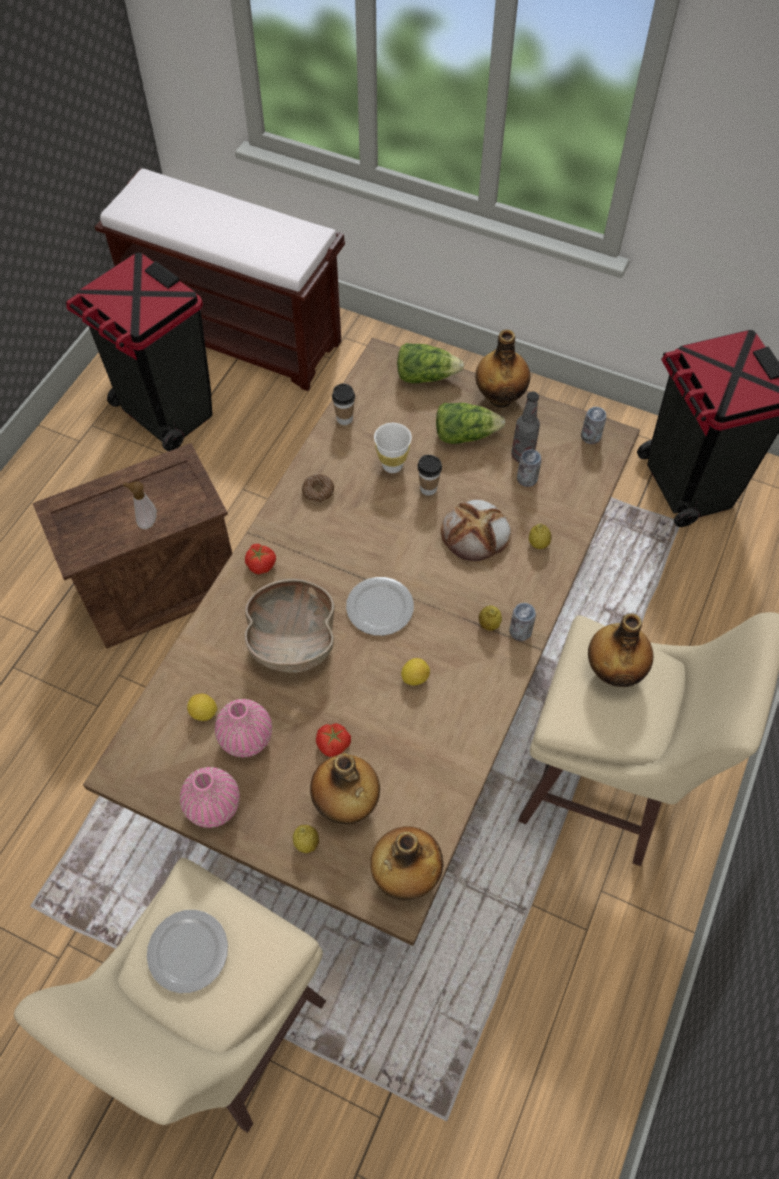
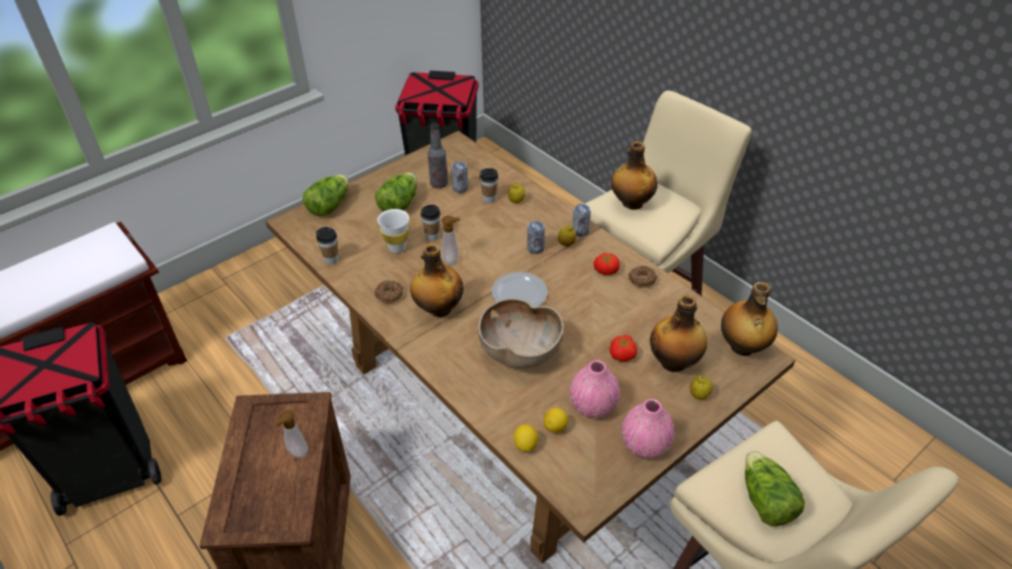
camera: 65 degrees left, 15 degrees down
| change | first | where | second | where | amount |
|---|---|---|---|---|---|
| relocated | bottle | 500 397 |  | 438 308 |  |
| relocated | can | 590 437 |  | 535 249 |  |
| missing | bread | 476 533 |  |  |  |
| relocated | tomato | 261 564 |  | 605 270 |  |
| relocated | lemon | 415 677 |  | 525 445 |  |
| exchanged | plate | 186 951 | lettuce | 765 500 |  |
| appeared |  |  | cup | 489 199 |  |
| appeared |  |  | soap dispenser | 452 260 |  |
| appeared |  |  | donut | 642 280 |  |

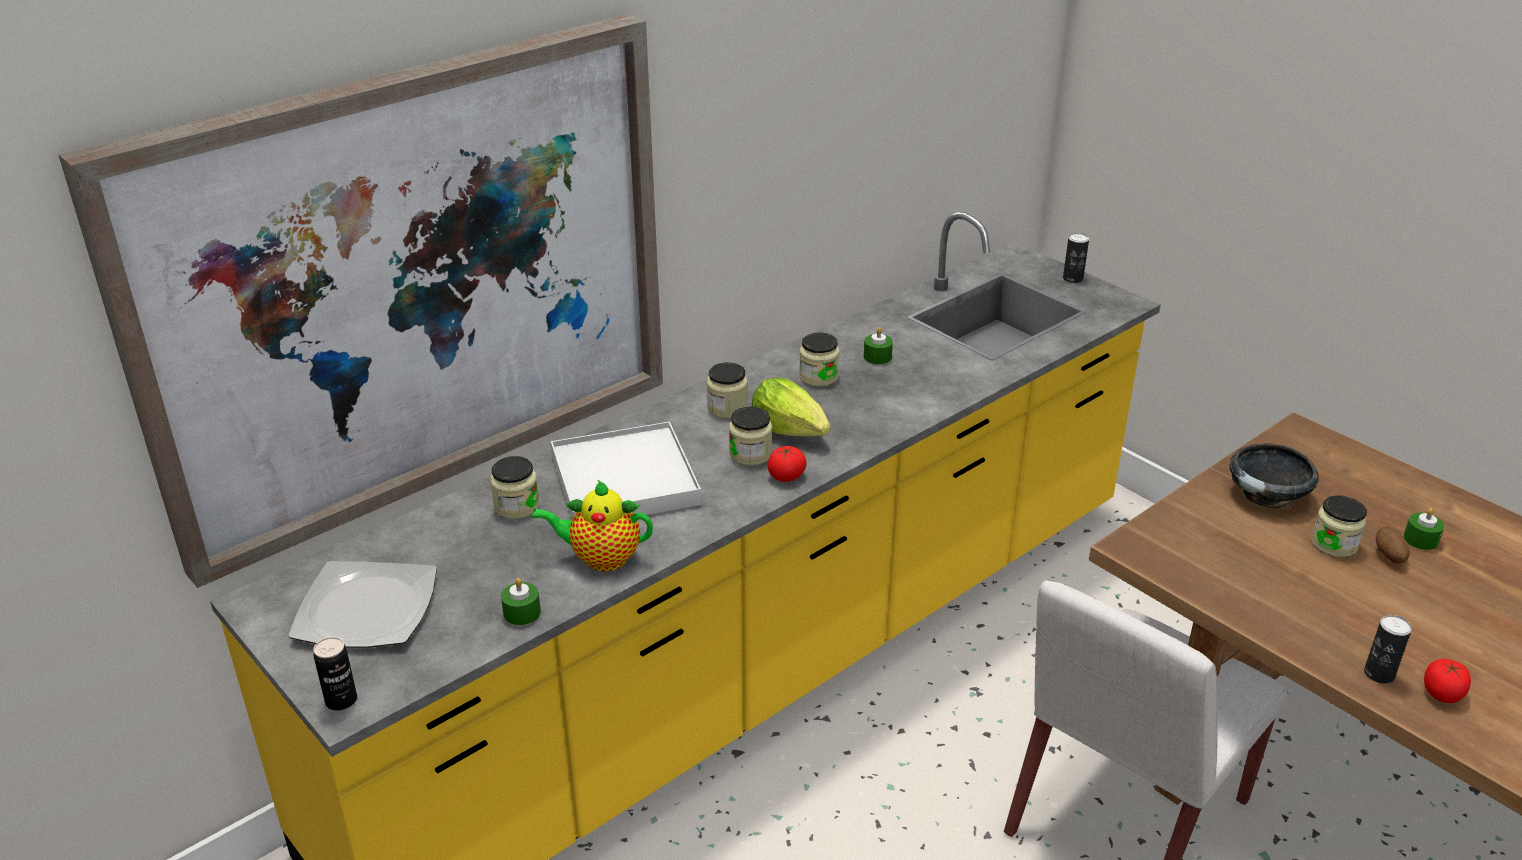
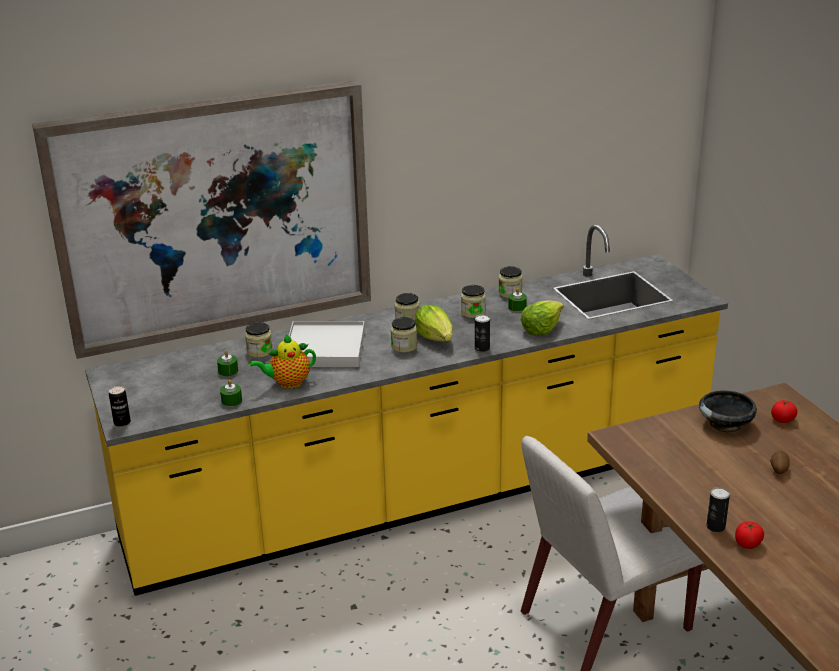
camera: 20 degrees right, 5 degrees down
| change | first | where | second | where | amount |
|---|---|---|---|---|---|
| relocated | can | 1072 279 |  | 482 348 |  |
| relocated | tomato | 786 476 |  | 782 420 |  |
| spun | teapot | 601 558 |  | 287 383 | 45 degrees counterclockwise |
| relocated | jar | 1334 544 |  | 510 293 |  |
| relocated | candle in green | 1420 539 |  | 228 371 |  |
| missing | plate | 367 610 |  |  |  |
| appeared |  |  | lettuce | 541 329 |  |

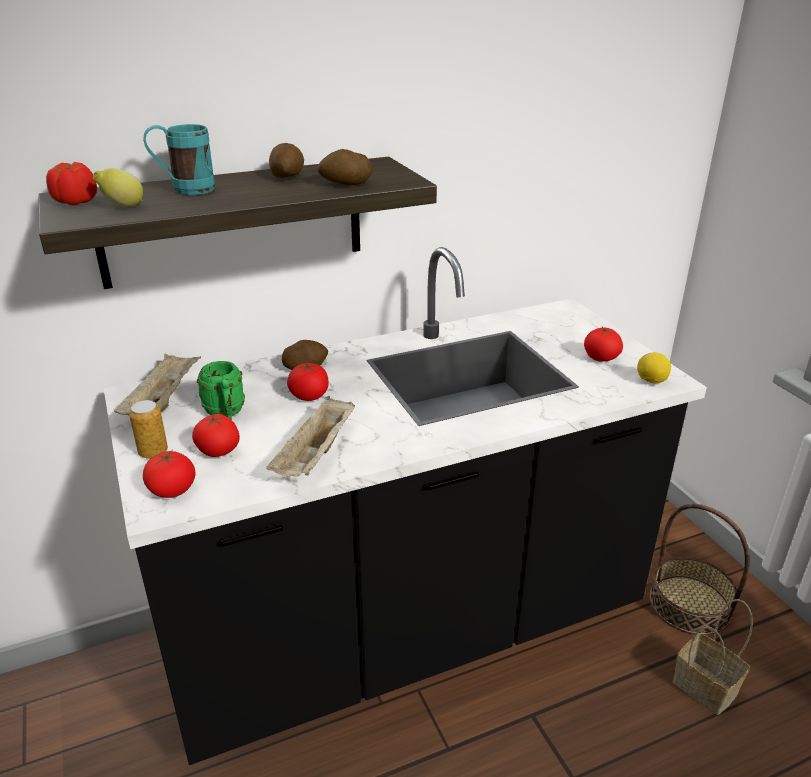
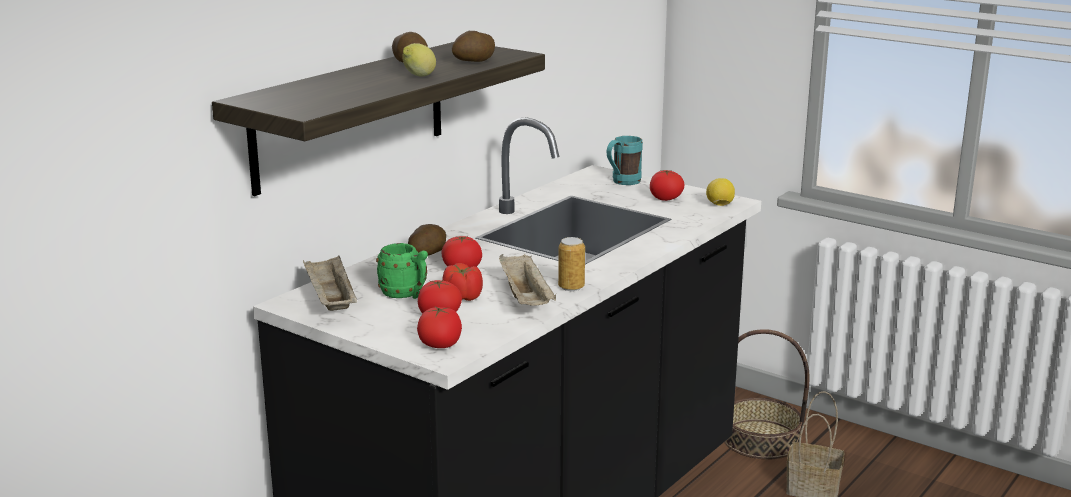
camera: 30 degrees left, 10 degrees down
| change | first | where | second | where | amount |
|---|---|---|---|---|---|
| relocated | mug in turquoise | 184 190 |  | 621 182 |  |
| relocated | tomato | 76 202 |  | 463 297 |  |
| relocated | lemon | 122 207 |  | 418 77 |  |
| relocated | can | 153 452 |  | 571 287 |  |

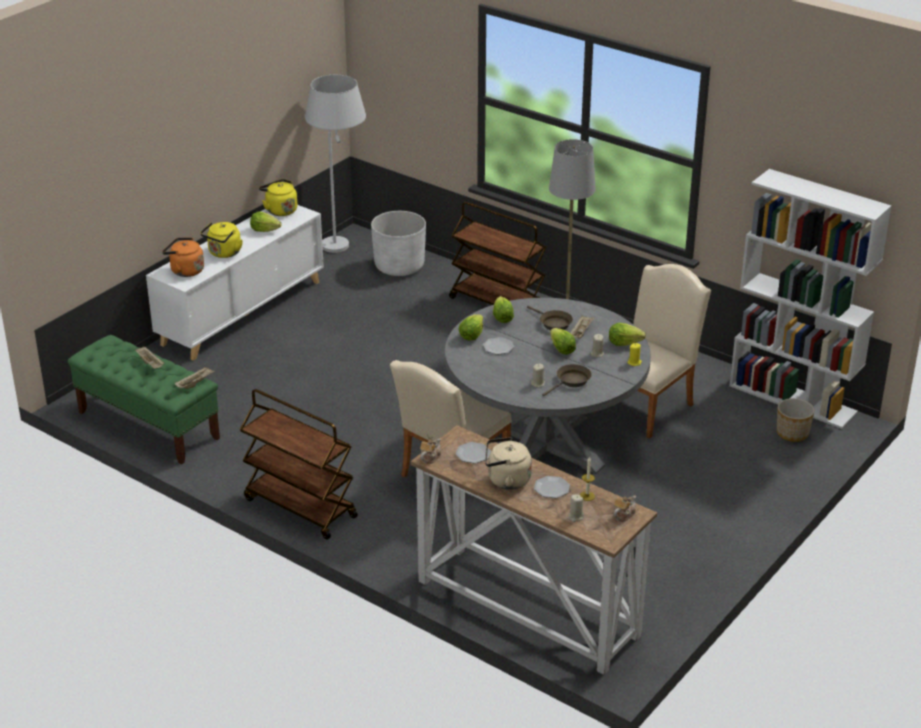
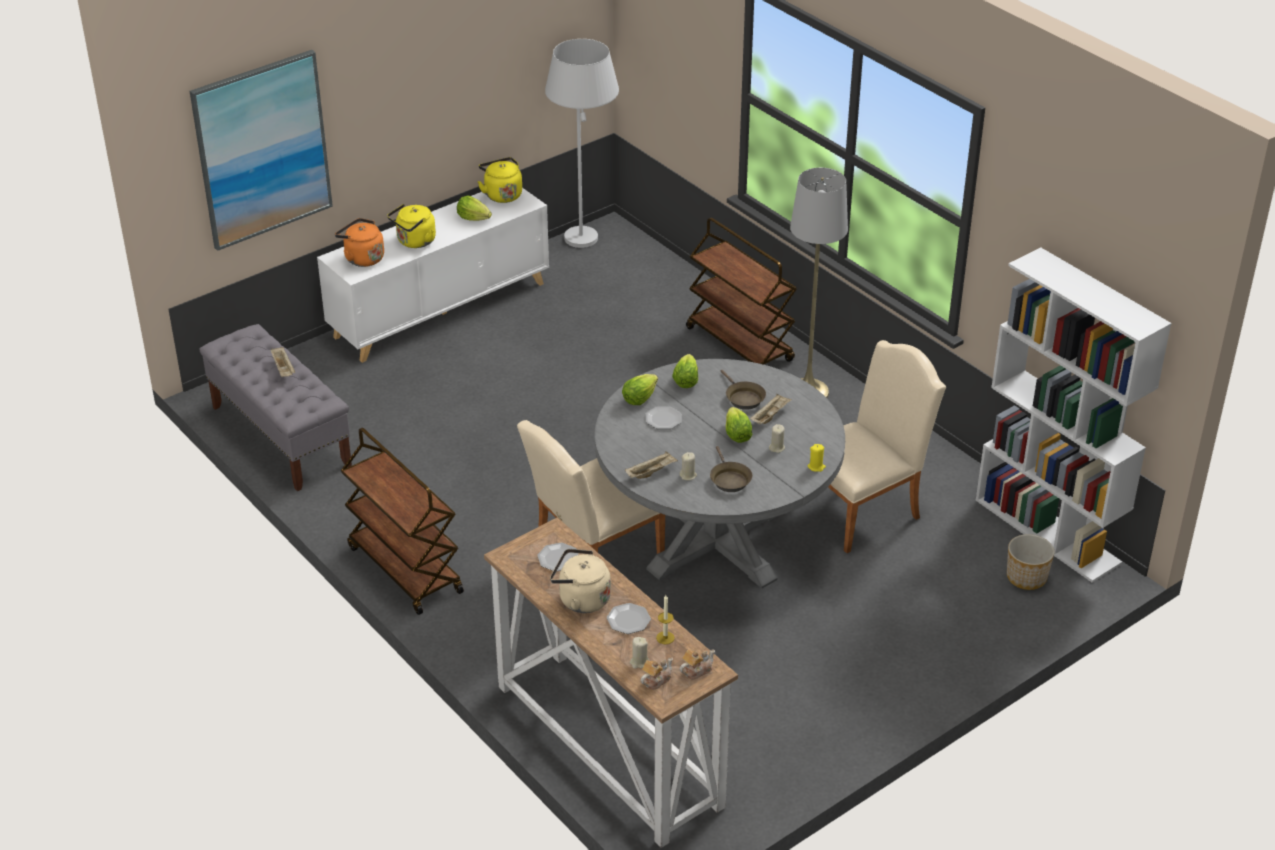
camera: 15 degrees right, 5 degrees up
| change | first | where | second | where | amount |
|---|---|---|---|---|---|
| missing | planter in white | 399 266 |  |  |  |
| missing | lettuce | 624 343 |  |  |  |
| colour | bench in green | 148 425 | bench in grey | 280 436 |  |
| spun | frying pan in brown | 571 381 |  | 729 479 | 105 degrees clockwise |
| relocated | tray in beige | 195 383 |  | 651 472 |  |
| relocated | teapot | 430 457 |  | 656 680 |  |
| appeared |  |  | picture | 262 149 |  |

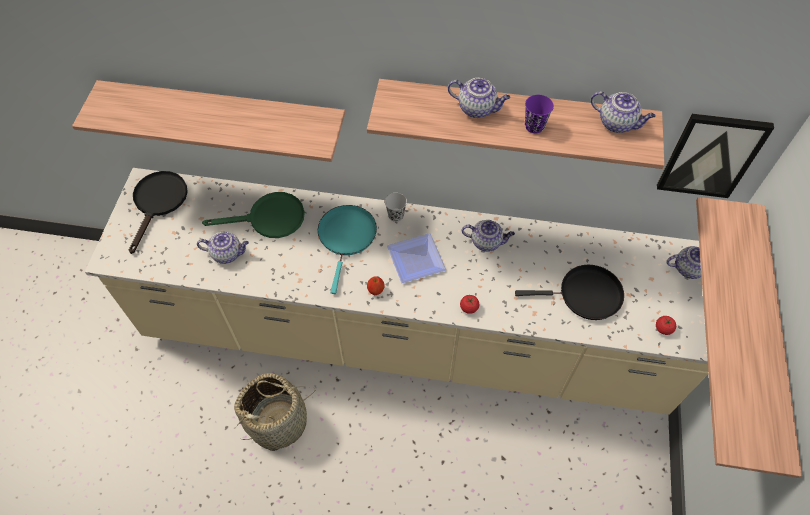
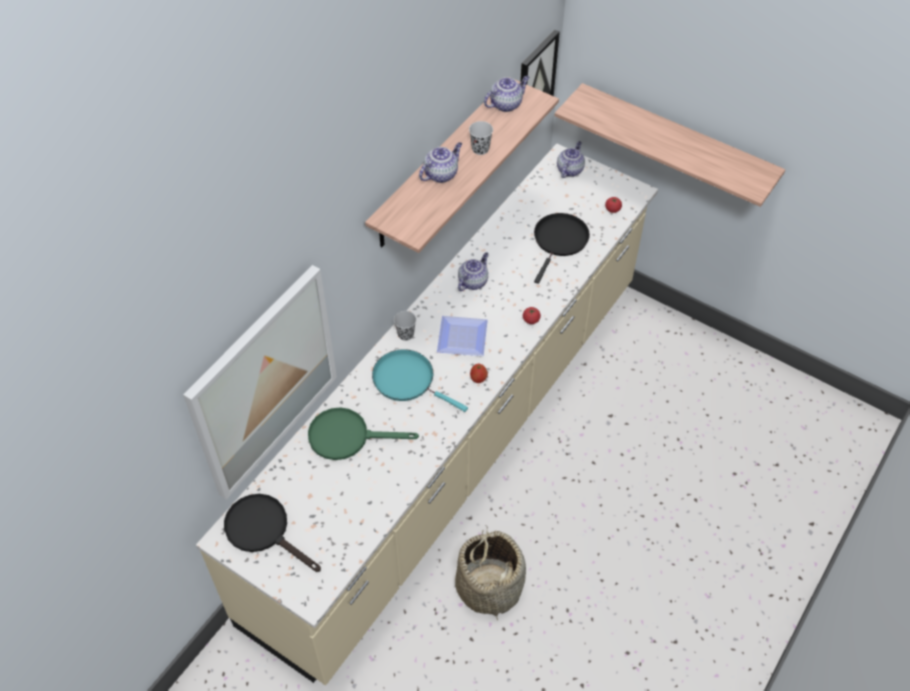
camera: 65 degrees left, 5 degrees down
| change | first | where | second | where | amount |
|---|---|---|---|---|---|
| exchanged | shelf | 224 113 | picture | 264 382 |  |
| colour | cup in purple | 534 126 | cup in black | 480 149 |  |
| spun | frying pan in green | 269 219 |  | 347 436 | 105 degrees counterclockwise |
| missing | teapot | 227 253 |  |  |  |

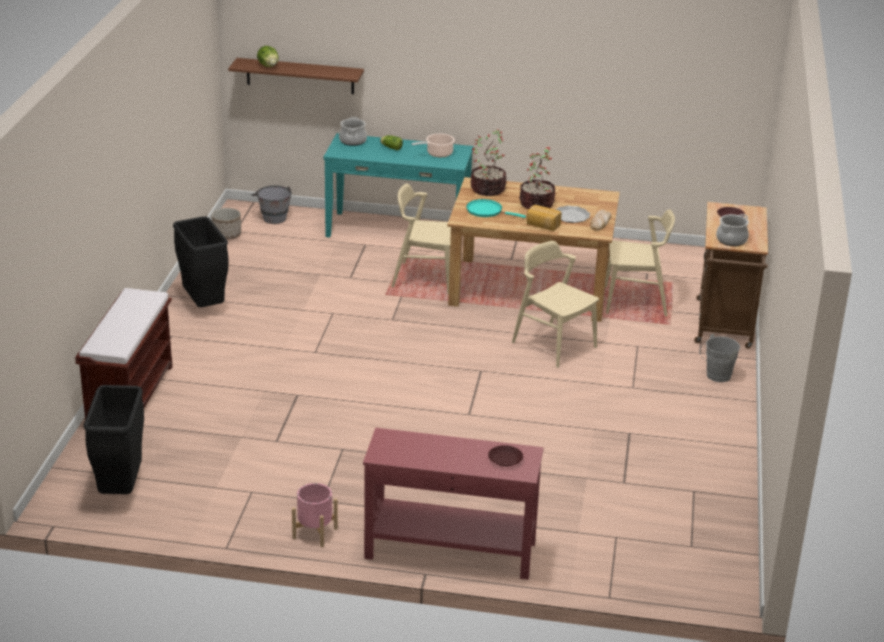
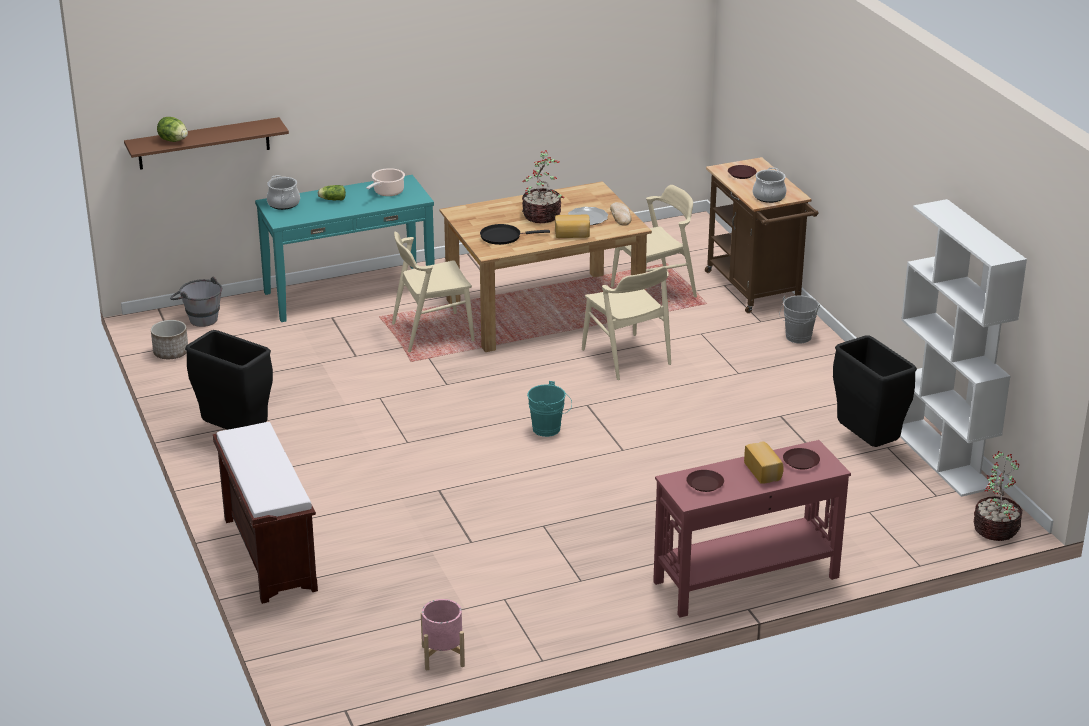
camera: 30 degrees left, 0 degrees up
| change | first | where | second | where | amount |
|---|---|---|---|---|---|
| relocated | potted plant | 488 189 |  | 995 528 |  |
| colour | frying pan in turquoise | 487 211 | frying pan in black | 503 237 |  |
| spun | chair in beige | 554 345 |  | 626 357 | 135 degrees counterclockwise |
| relocated | trash can in black | 122 489 |  | 867 443 |  |
| relocated | planter in pink | 315 533 |  | 443 656 |  |
| appeared |  |  | bookcase in white | 942 457 |  |
| appeared |  |  | bucket in turquoise | 549 429 |  |
| appeared |  |  | bread | 764 471 |  |
| appeared |  |  | plate in brown | 704 484 |  |

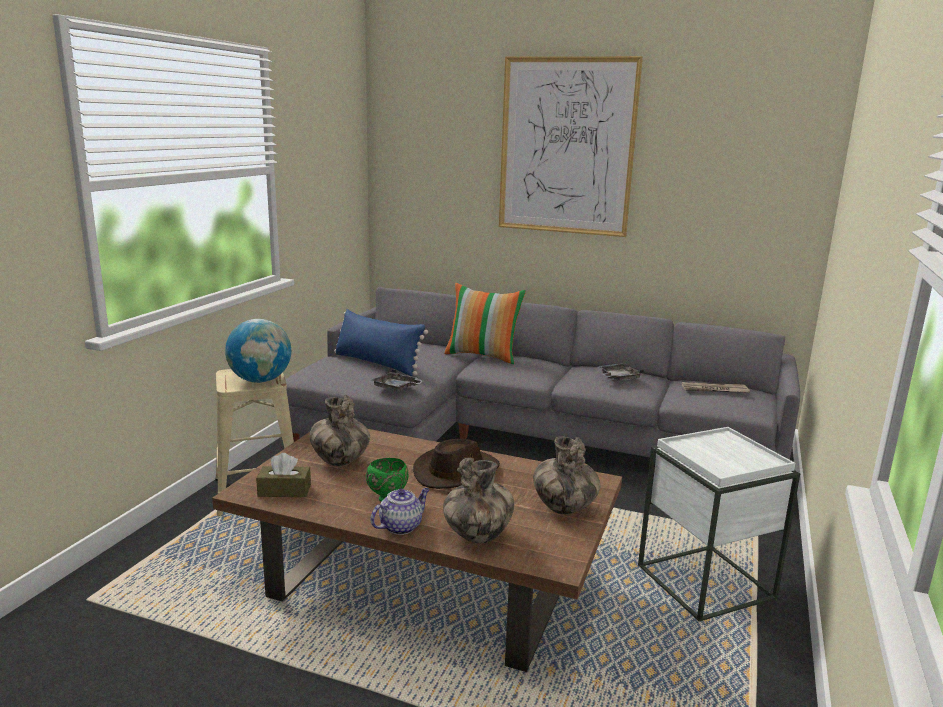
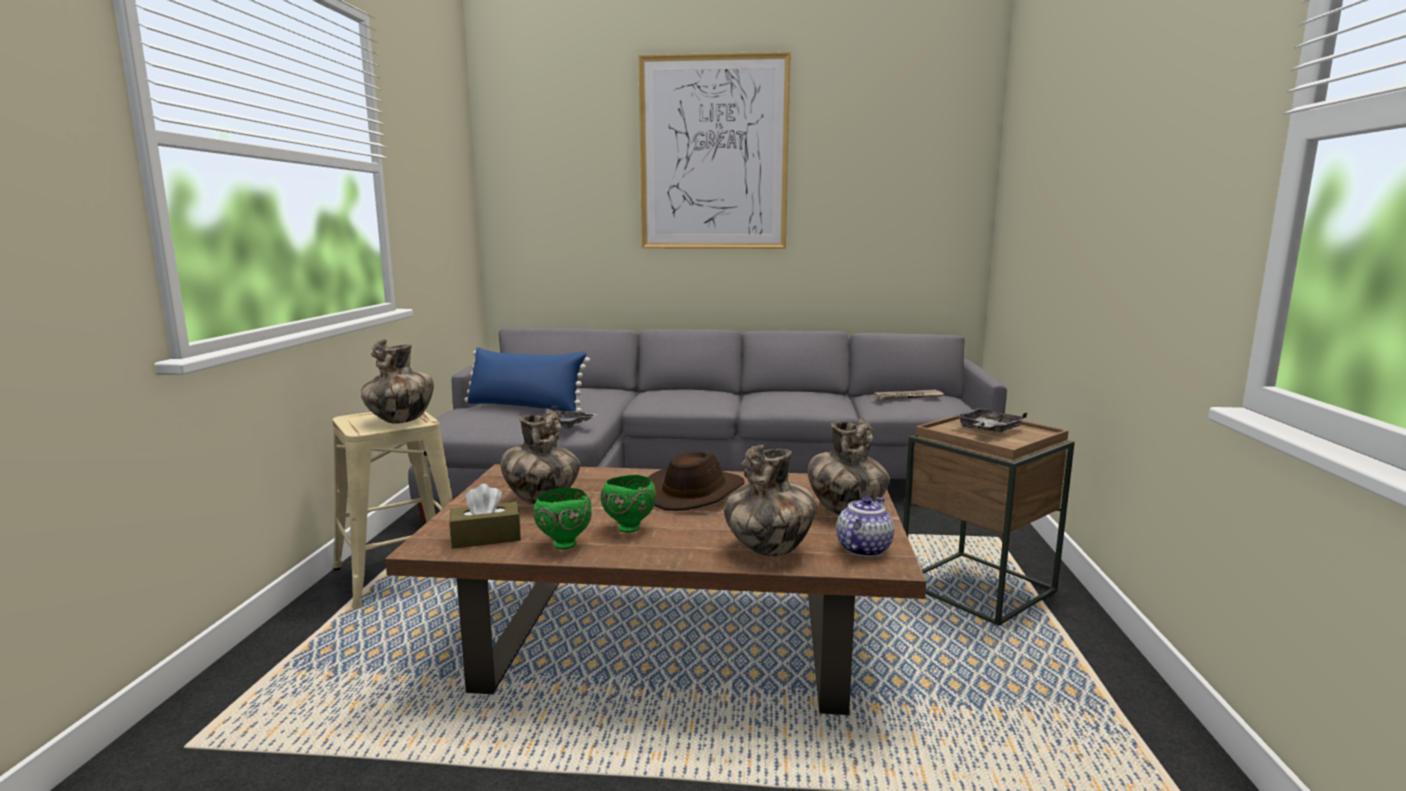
camera: 15 degrees left, 5 degrees down
| change | first | where | second | where | amount |
|---|---|---|---|---|---|
| missing | pillow | 483 355 |  |  |  |
| exchanged | globe | 260 380 | vase | 401 421 |  |
| relocated | tray in grey | 618 377 |  | 987 430 |  |
| colour | side table in white | 705 582 | side table in brown | 978 587 |  |
| relocated | teapot | 401 526 |  | 863 548 |  |
| appeared |  |  | bowl in green | 564 544 |  |

